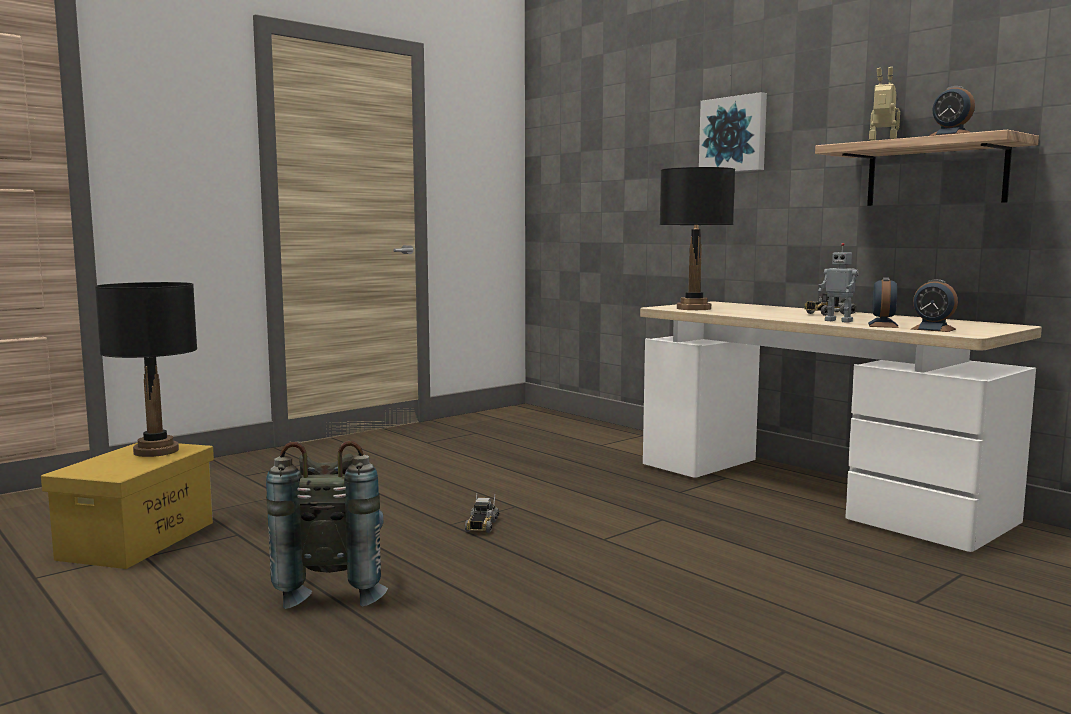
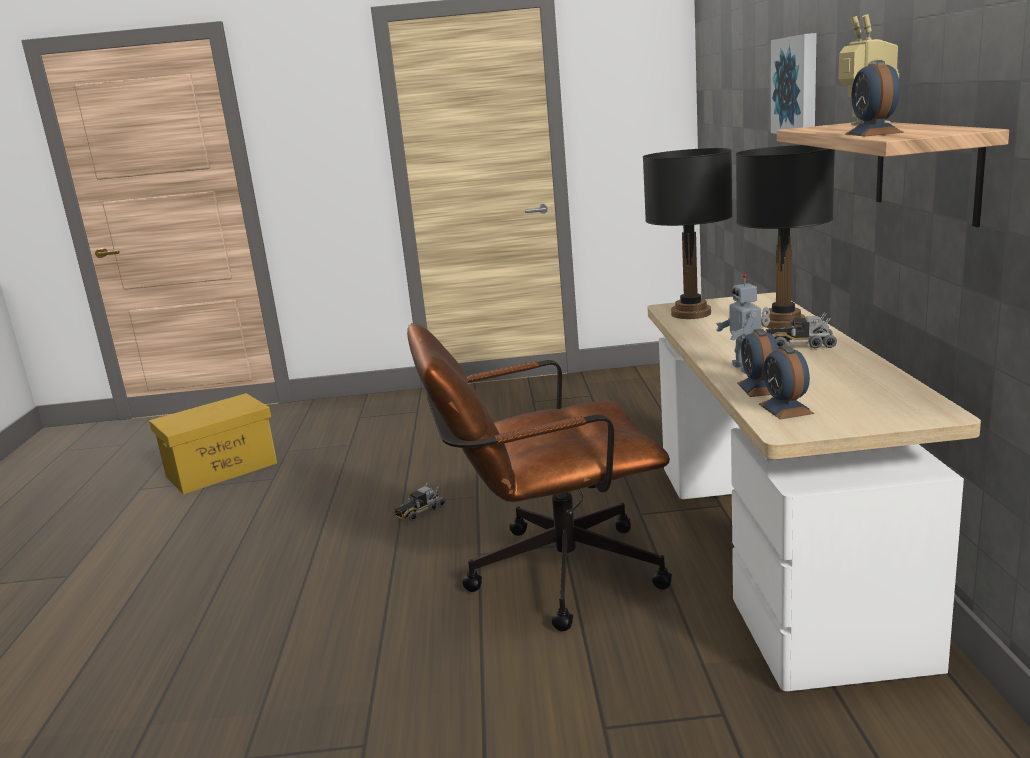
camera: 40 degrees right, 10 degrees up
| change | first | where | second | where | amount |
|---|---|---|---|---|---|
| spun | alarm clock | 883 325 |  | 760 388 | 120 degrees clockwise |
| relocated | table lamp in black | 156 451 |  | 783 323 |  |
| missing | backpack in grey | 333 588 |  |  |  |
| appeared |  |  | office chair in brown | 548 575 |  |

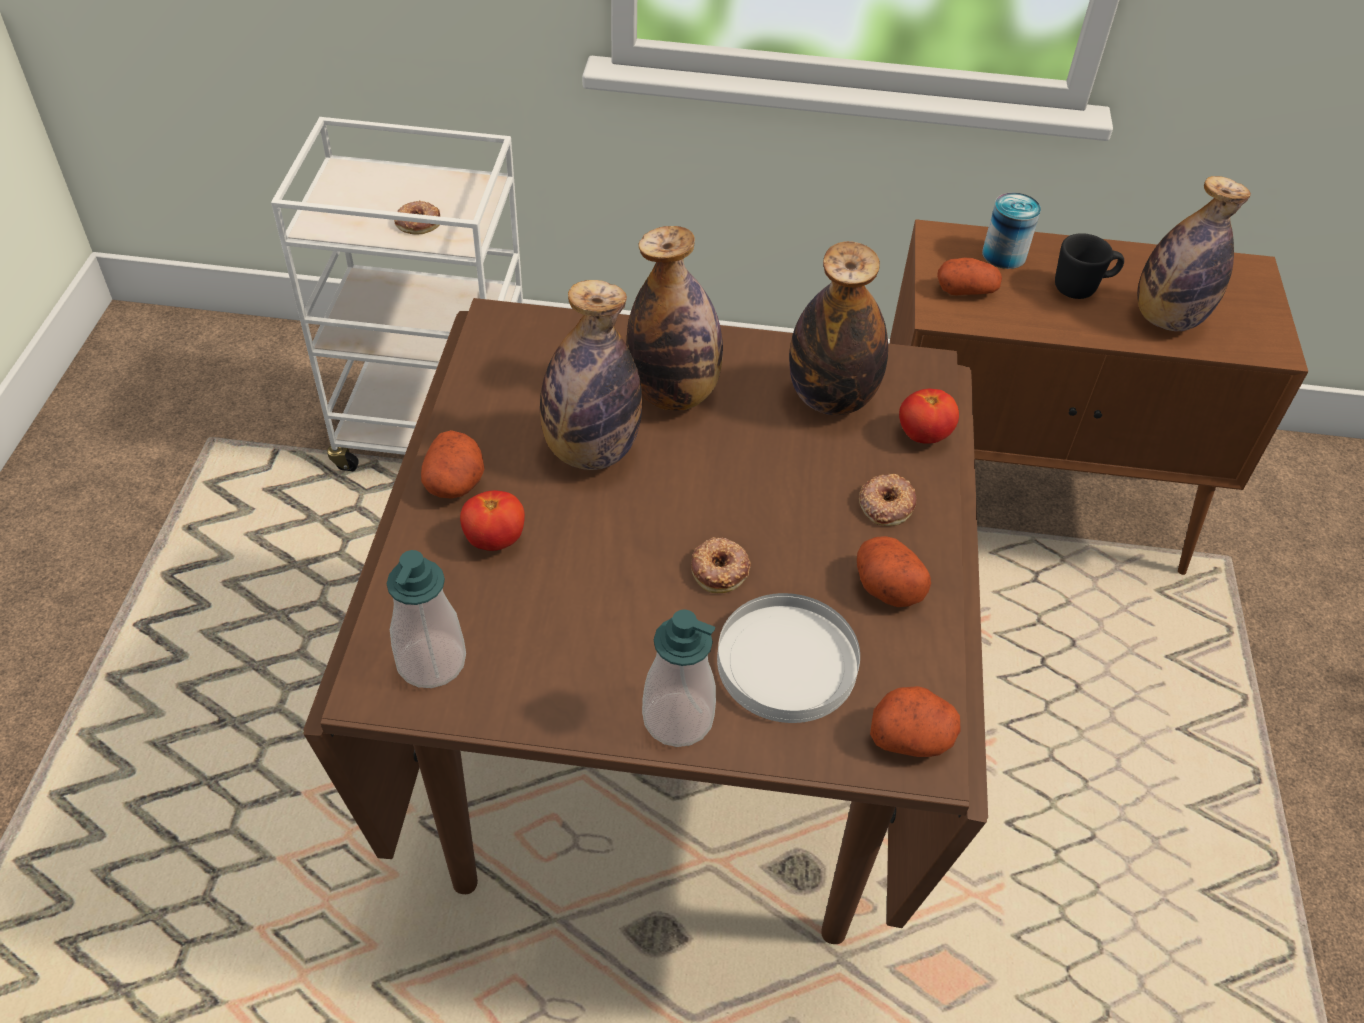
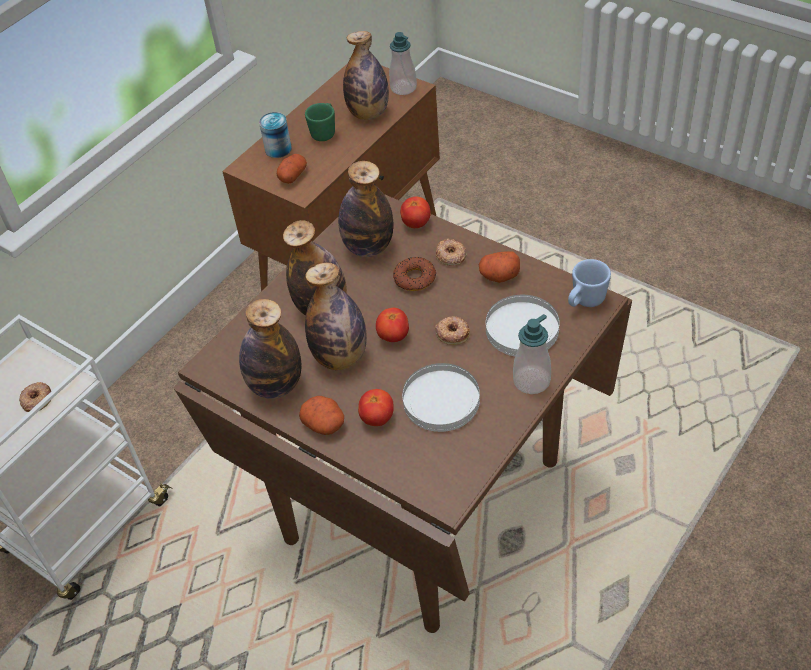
camera: 55 degrees left, 0 degrees up
| change | first | where | second | where | amount |
|---|---|---|---|---|---|
| colour | mug in black | 1082 288 | mug in green | 325 132 |  |
| relocated | soap dispenser | 431 661 |  | 403 88 |  |
| exchanged | potato | 911 736 | mug in blue | 585 301 |  |
| appeared |  |  | donut | 414 278 |  |
| appeared |  |  | bottle | 275 385 |  |
| appeared |  |  | tomato | 393 336 |  |
| appeared |  |  | plate in white | 442 400 |  |

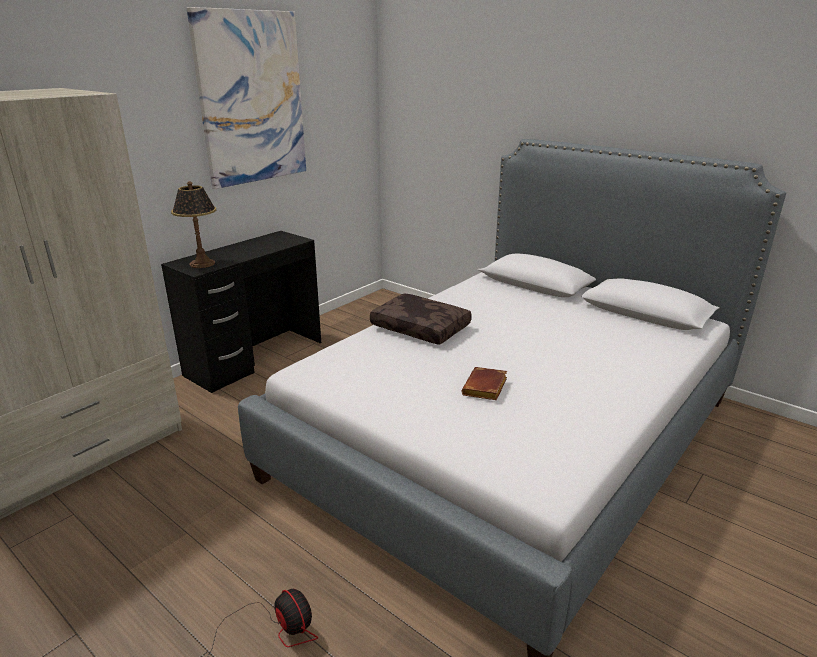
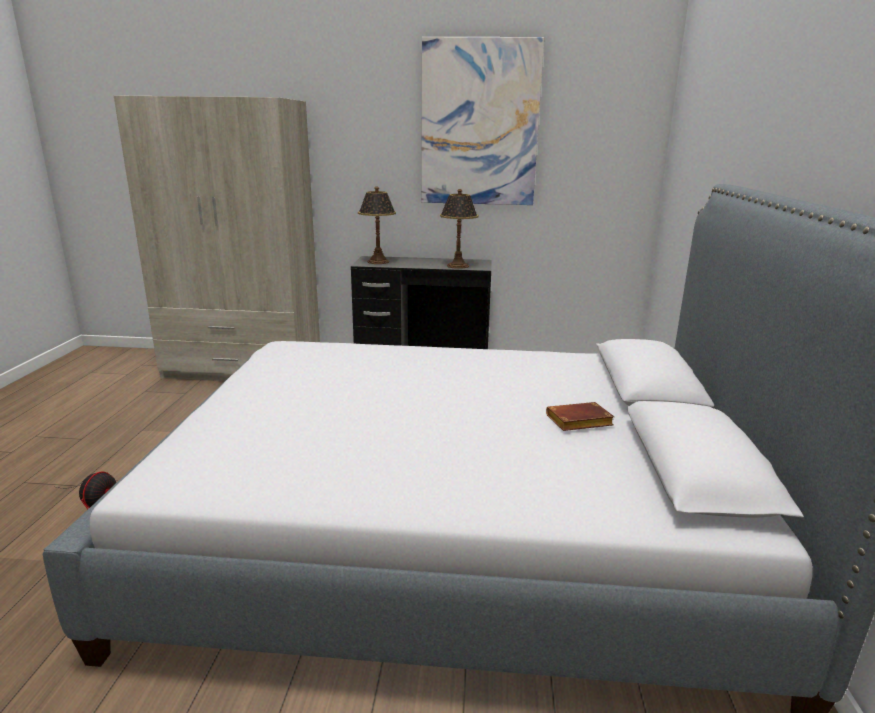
camera: 55 degrees right, 5 degrees down
| change | first | where | second | where | amount |
|---|---|---|---|---|---|
| missing | pillow in brown | 421 328 |  |  |  |
| relocated | book in brown | 486 389 |  | 578 422 |  |
| appeared |  |  | table lamp | 457 266 |  |

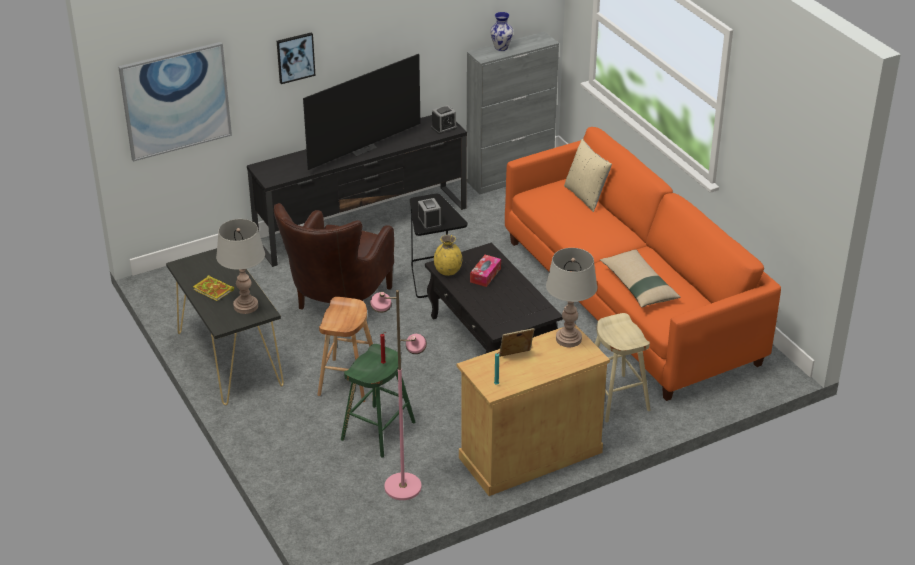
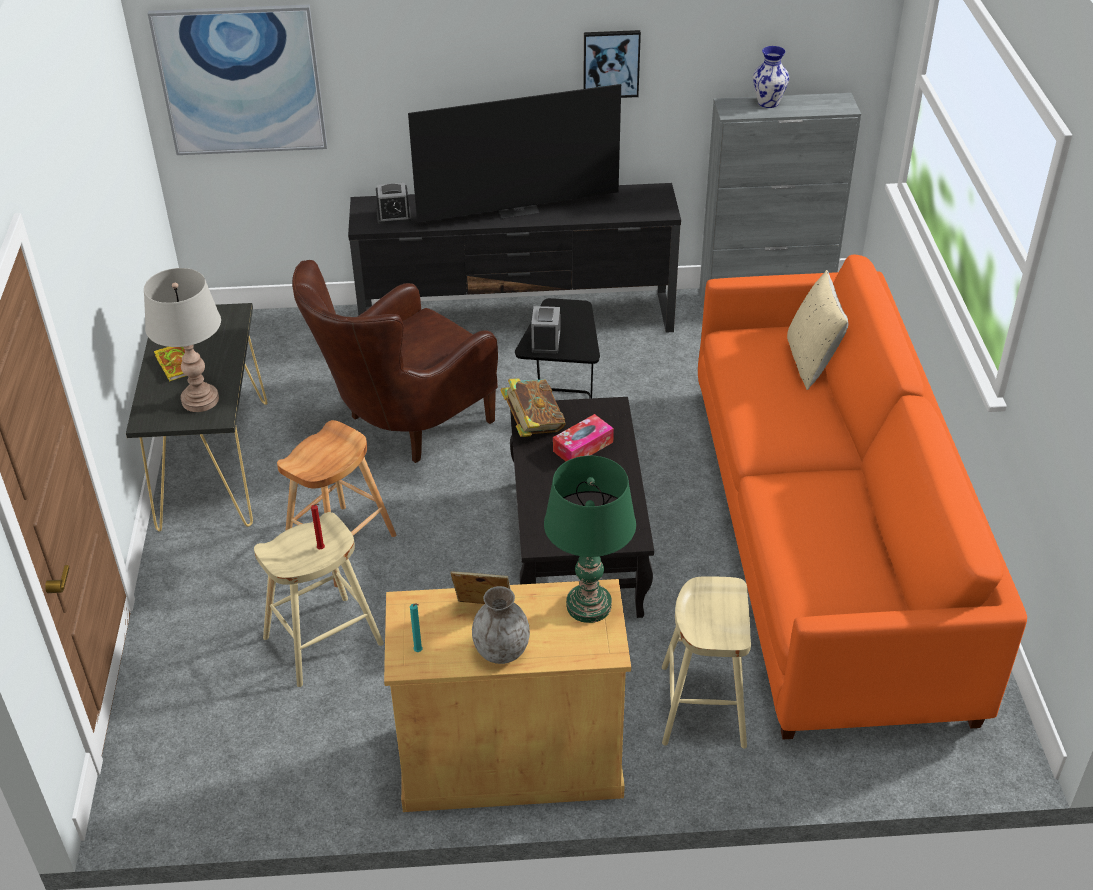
camera: 25 degrees right, 5 degrees up
| change | first | where | second | where | amount |
|---|---|---|---|---|---|
| relocated | picture | 295 57 |  | 611 63 |  |
| relocated | alarm clock | 444 128 |  | 394 216 |  |
| exchanged | vase in yellow | 448 271 | book | 533 425 |  |
| colour | table lamp in grey | 568 339 | table lamp in green | 588 606 |  |
| missing | pillow in beige | 638 286 |  |  |  |
| missing | floor lamp in pink | 402 486 |  |  |  |
| colour | stool in green | 378 431 | stool in beige | 323 640 |  |
| appeared |  |  | vase in grey | 502 651 |  |

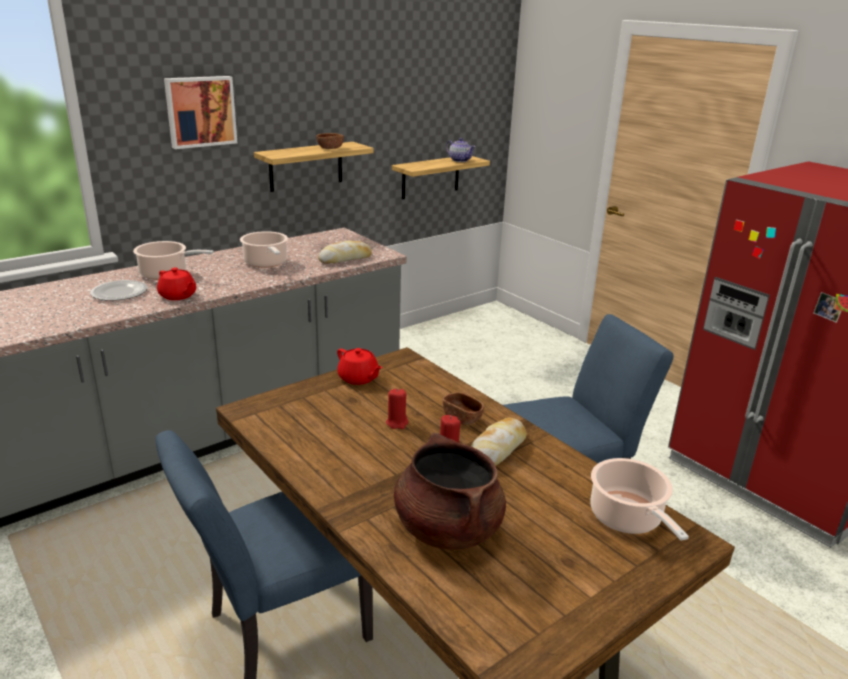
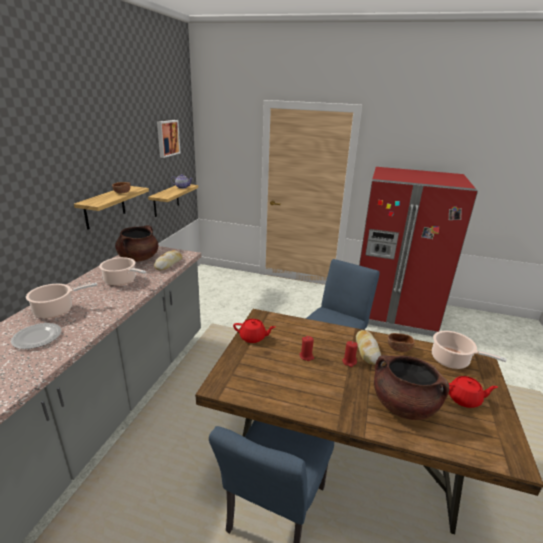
camera: 35 degrees left, 0 degrees up
| change | first | where | second | where | amount |
|---|---|---|---|---|---|
| relocated | picture | 200 111 |  | 167 138 |  |
| relocated | teapot in red | 178 296 |  | 464 399 |  |
| relocated | bowl in brown | 462 418 |  | 399 347 |  |
| appeared |  |  | cooking pot in brown | 139 258 |  |

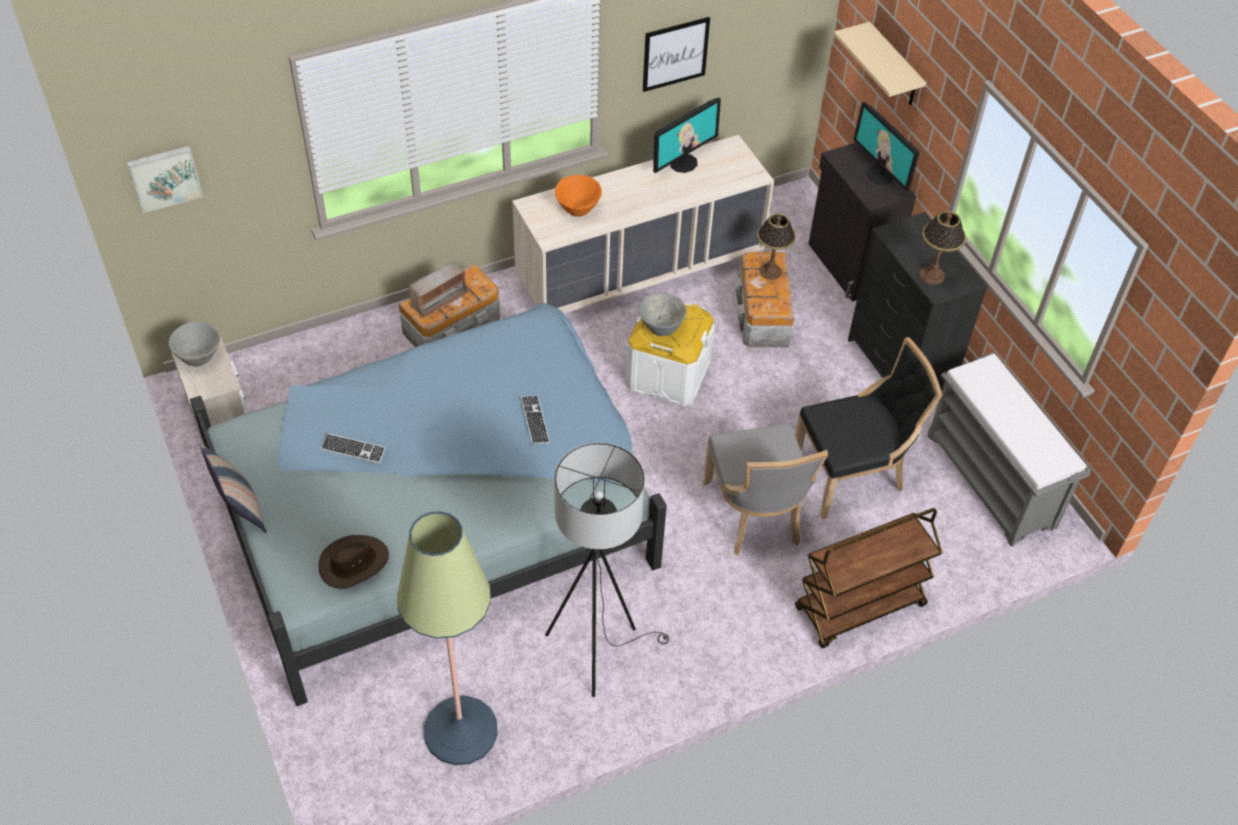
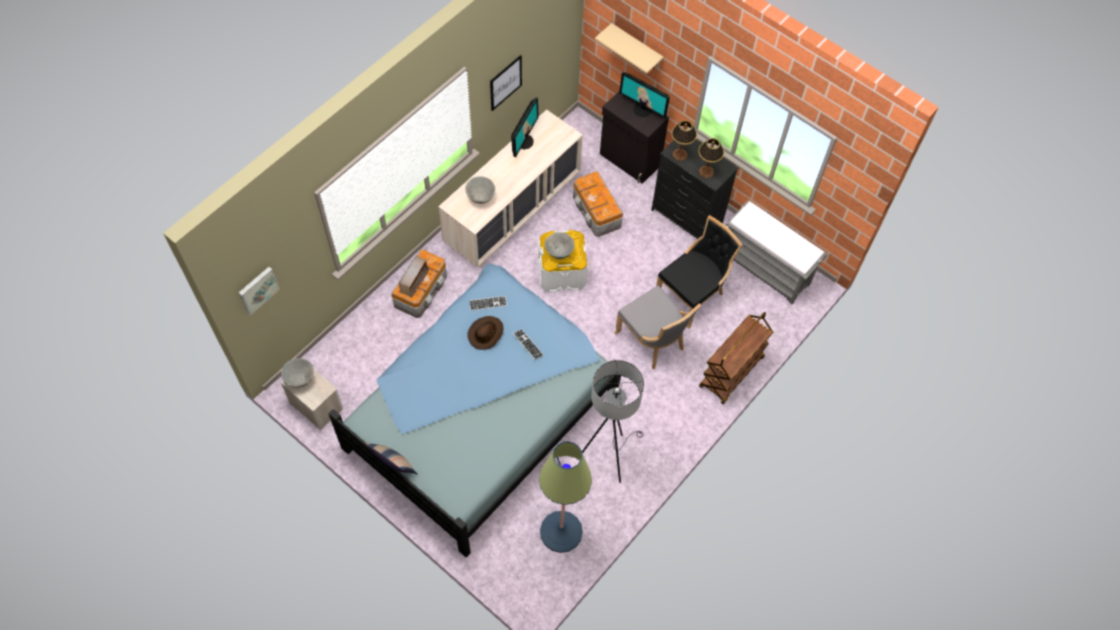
camera: 25 degrees left, 10 degrees up
| change | first | where | second | where | amount |
|---|---|---|---|---|---|
| colour | bowl in orange | 578 210 | bowl in grey | 480 198 |  |
| relocated | table lamp | 770 271 |  | 680 154 |  |
| relocated | keyboard | 353 449 |  | 488 303 |  |
| relocated | hat in brown | 353 563 |  | 485 333 |  |

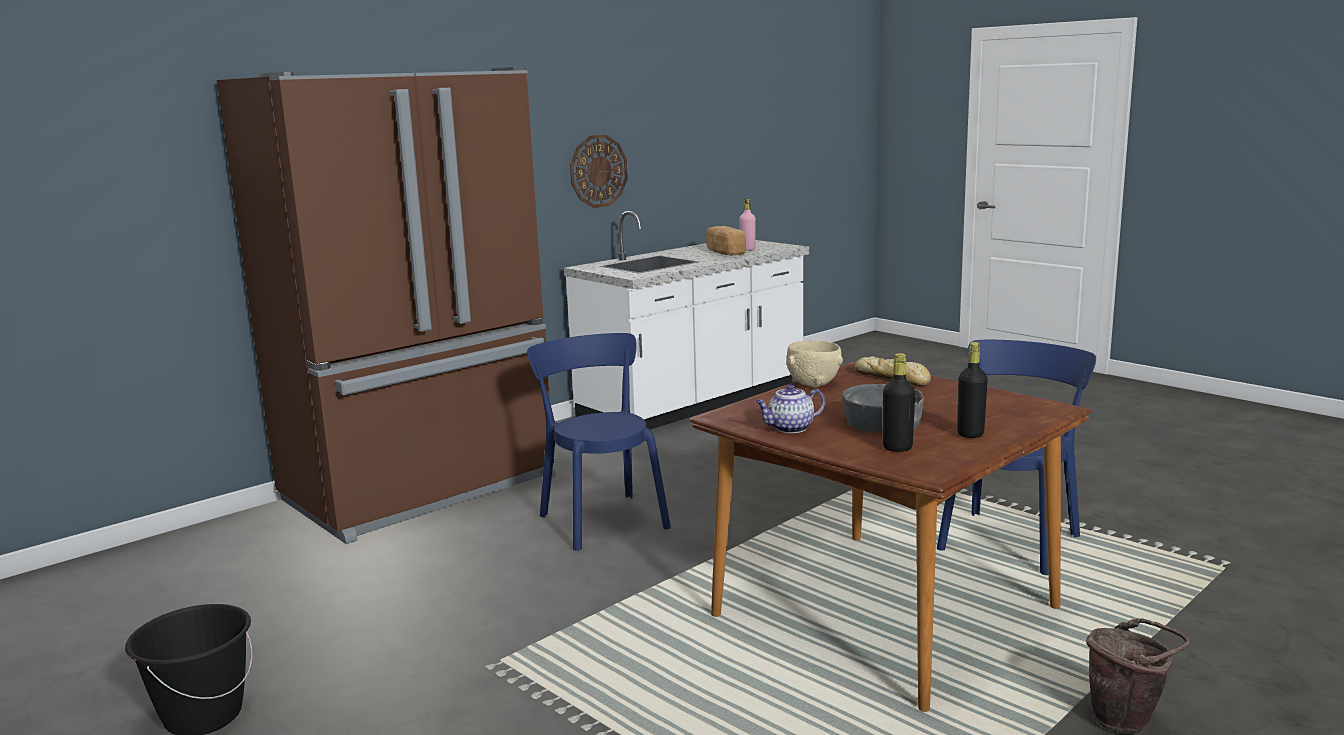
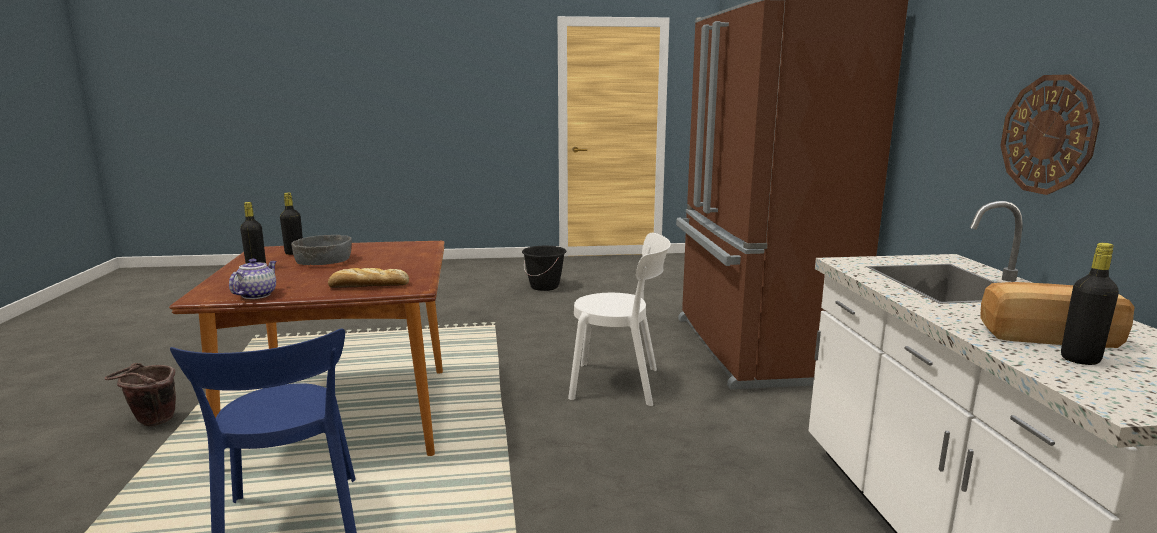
camera: 125 degrees right, 0 degrees up
| change | first | where | second | where | amount |
|---|---|---|---|---|---|
| colour | bottle in pink | 747 249 | bottle in black | 1080 359 |  |
| colour | chair in blue | 601 519 | chair in white | 620 384 |  |
| missing | bowl in beige | 813 384 |  |  |  |
| relocated | teapot | 790 428 |  | 257 295 |  |

